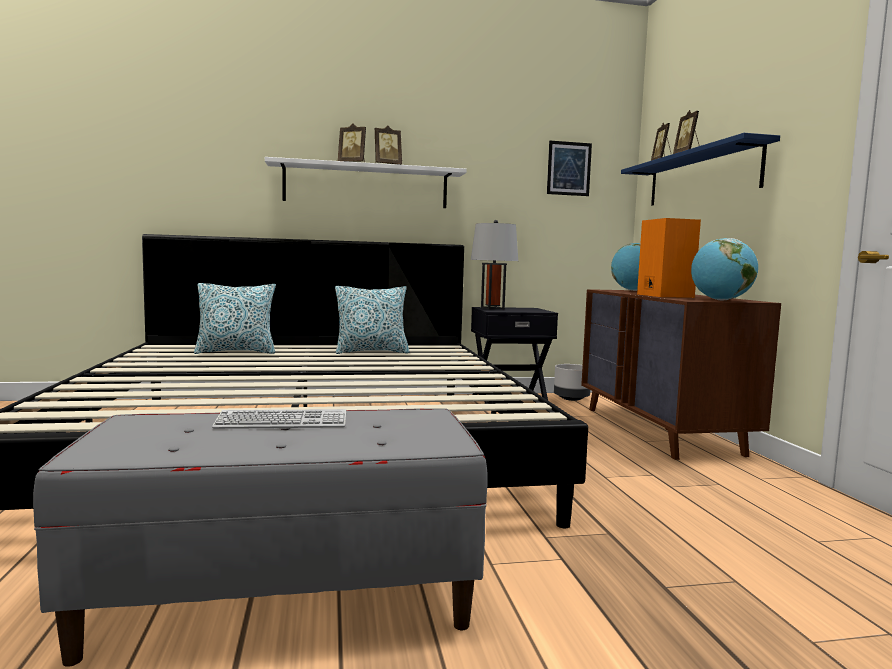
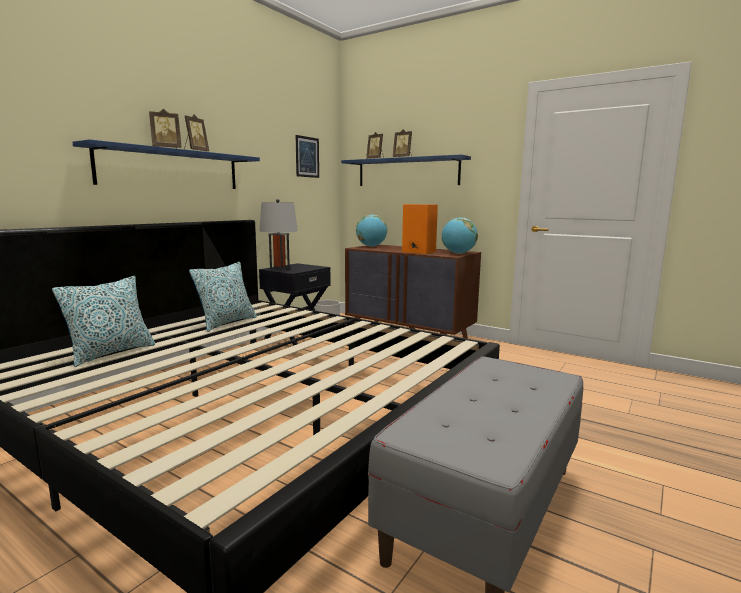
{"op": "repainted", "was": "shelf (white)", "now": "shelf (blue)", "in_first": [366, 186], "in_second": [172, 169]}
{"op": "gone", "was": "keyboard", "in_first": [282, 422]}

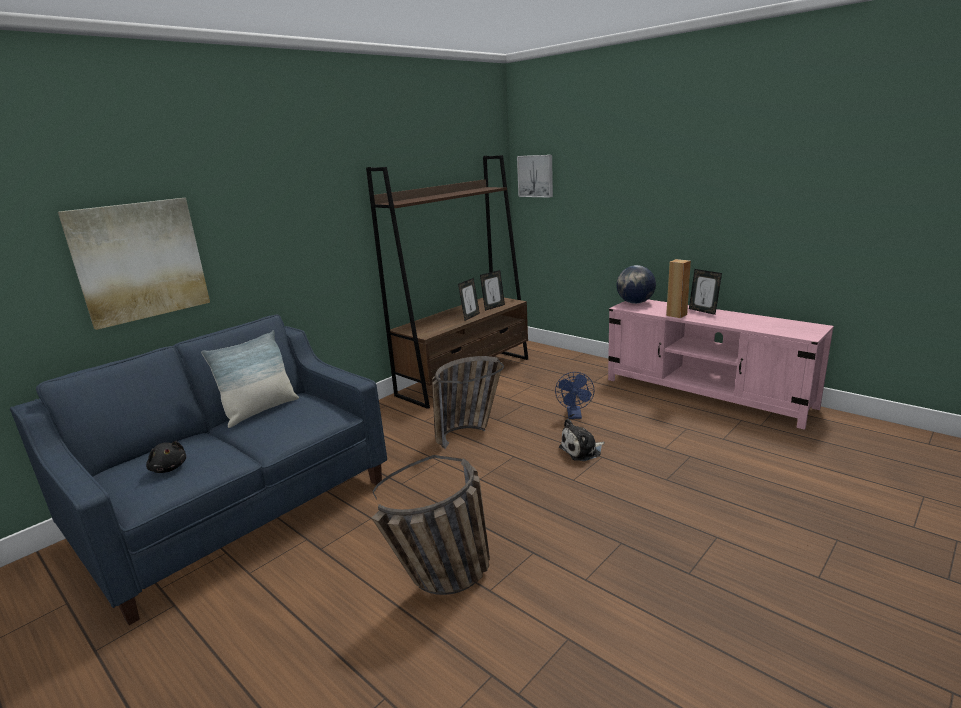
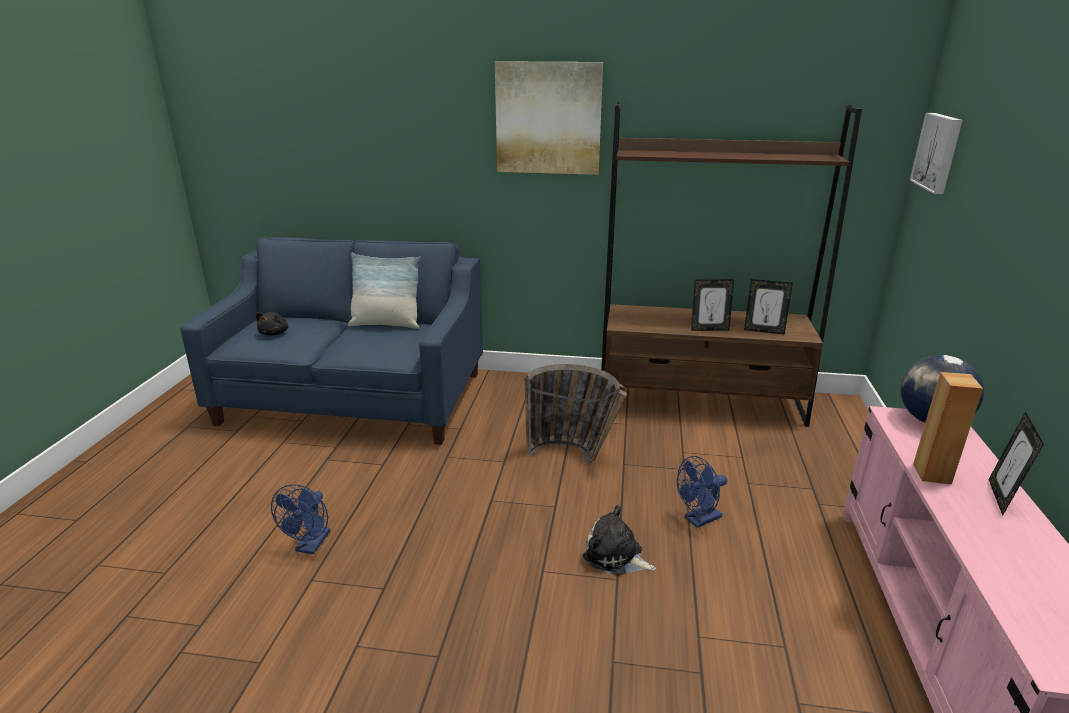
{"op": "shifted", "was": "picture", "in_first": [139, 261], "in_second": [548, 118]}
{"op": "swapped", "was": "basket", "now": "fan (blue)", "in_first": [443, 583], "in_second": [310, 546]}

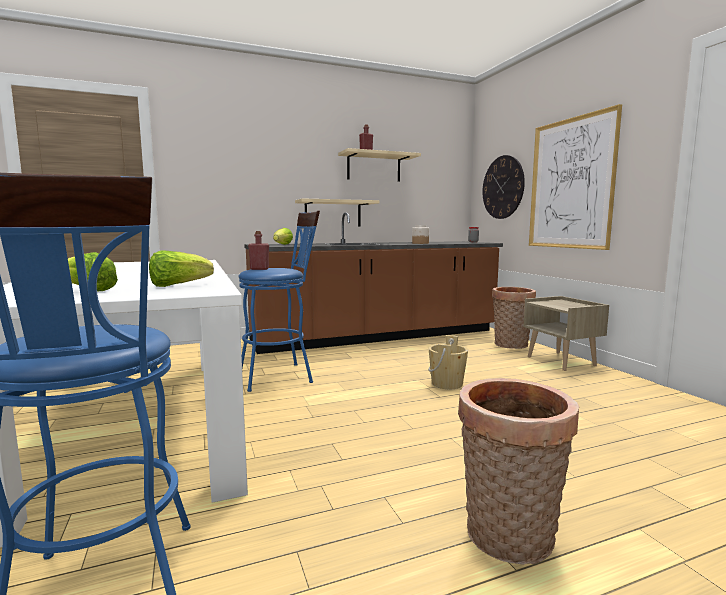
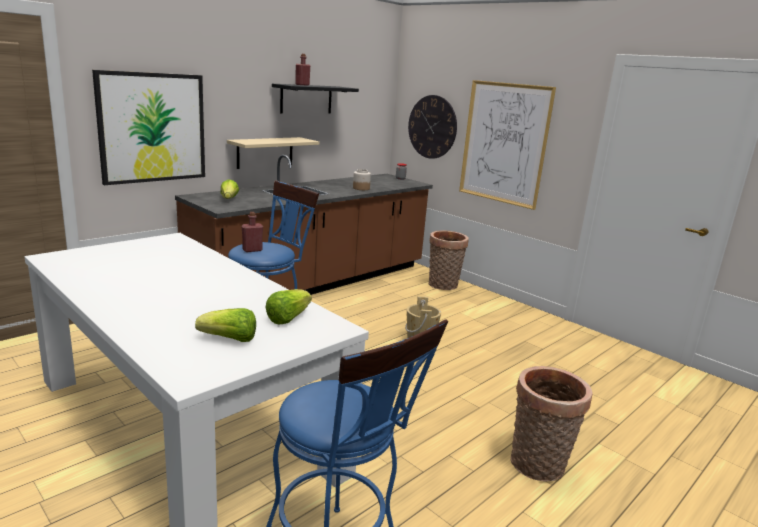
{"op": "repainted", "was": "shelf (beige)", "now": "shelf (black)", "in_first": [374, 167], "in_second": [306, 99]}
{"op": "gone", "was": "nightstand (beige)", "in_first": [562, 361]}
{"op": "new", "now": "picture", "in_second": [152, 128]}

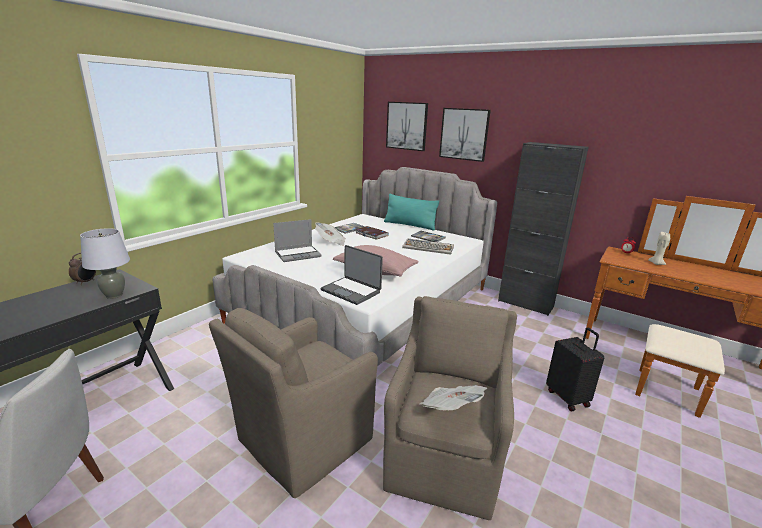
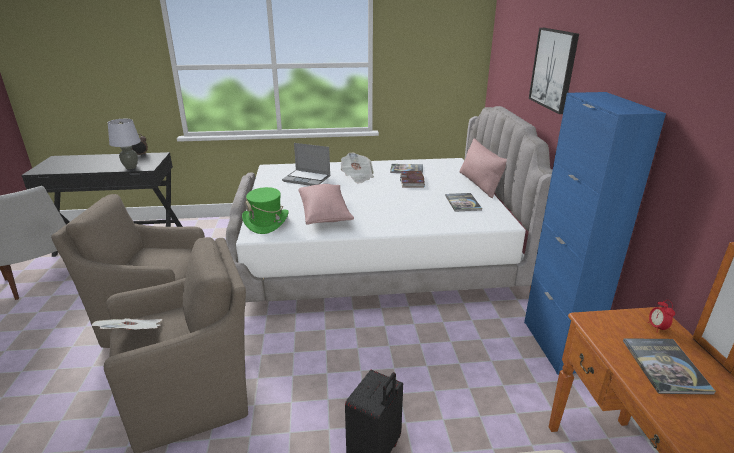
{"op": "gone", "was": "picture", "in_first": [407, 126]}
{"op": "repainted", "was": "cabinet (black)", "now": "cabinet (blue)", "in_first": [525, 304], "in_second": [556, 345]}
{"op": "repainted", "was": "pillow (turquoise)", "now": "pillow (pink)", "in_first": [410, 225], "in_second": [479, 184]}
{"op": "swapped", "was": "candle (beige)", "now": "book", "in_first": [656, 263], "in_second": [665, 366]}
{"op": "gone", "was": "keyboard", "in_first": [428, 247]}
{"op": "swapped", "was": "laptop", "now": "hat (green)", "in_first": [351, 291], "in_second": [266, 222]}

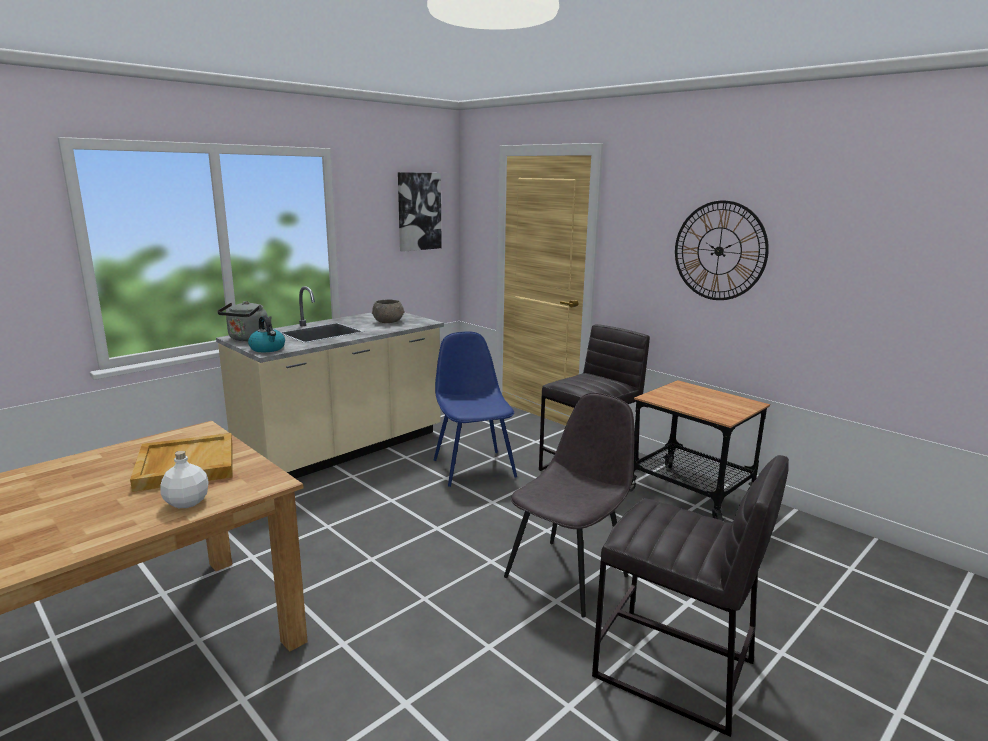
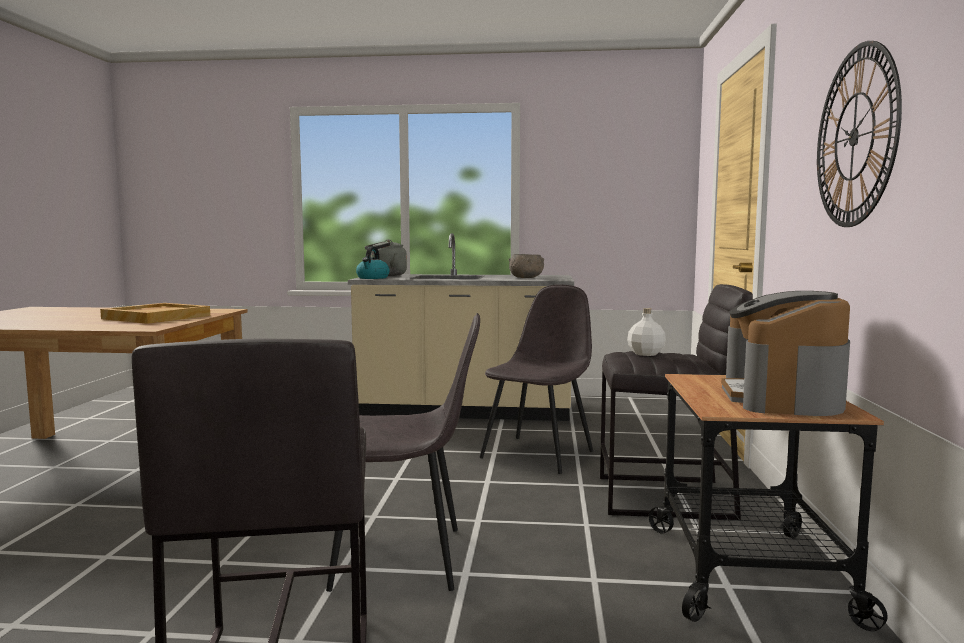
{"op": "gone", "was": "picture", "in_first": [418, 211]}
{"op": "repainted", "was": "chair (blue)", "now": "chair (grey)", "in_first": [473, 467], "in_second": [539, 454]}
{"op": "shifted", "was": "bottle (white)", "in_first": [187, 502], "in_second": [645, 354]}
{"op": "new", "now": "coffee machine", "in_second": [781, 397]}

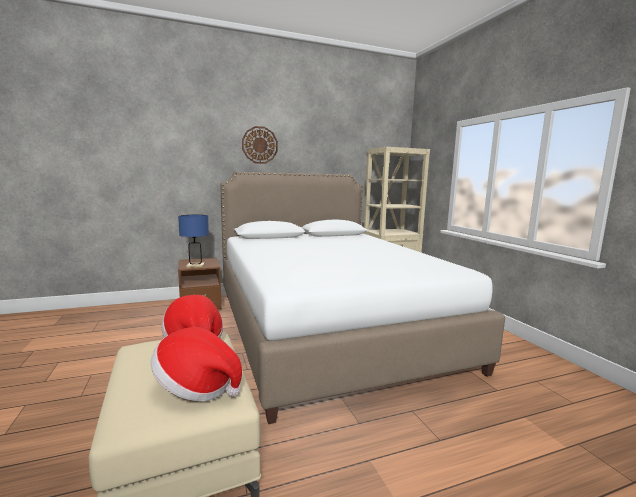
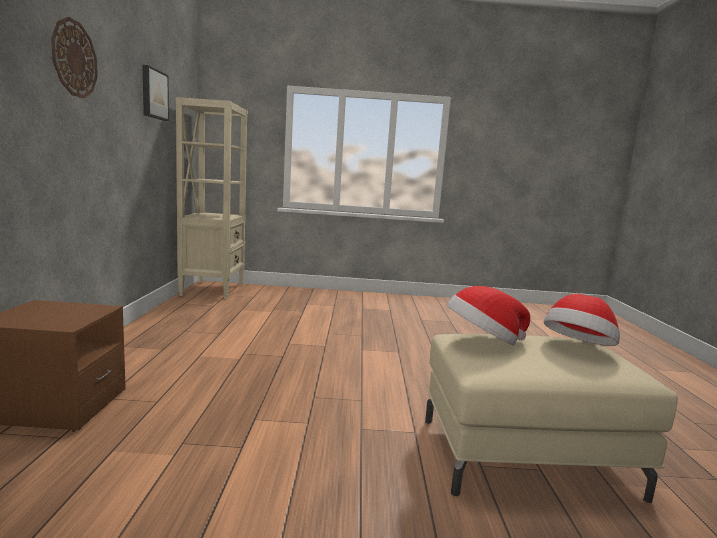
{"op": "gone", "was": "bed (white)", "in_first": [327, 326]}
{"op": "gone", "was": "table lamp (blue)", "in_first": [195, 265]}
{"op": "new", "now": "picture", "in_second": [153, 94]}

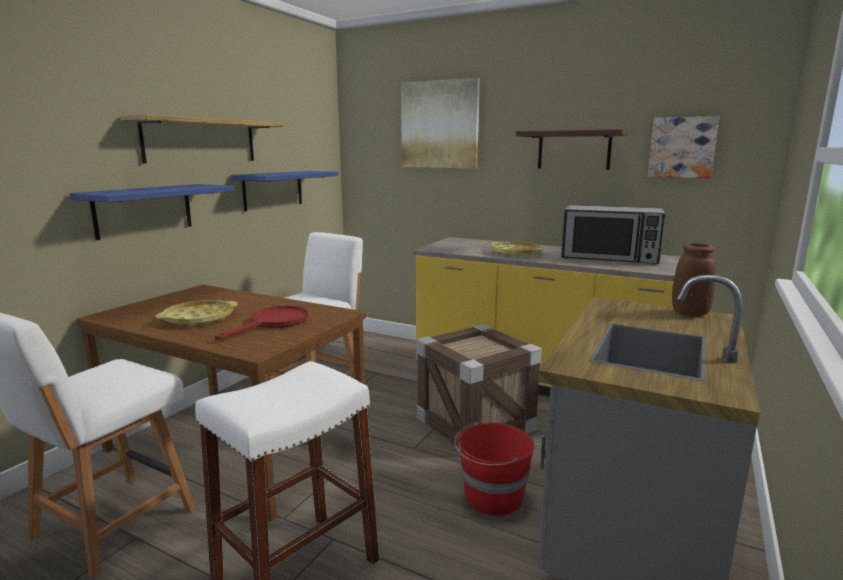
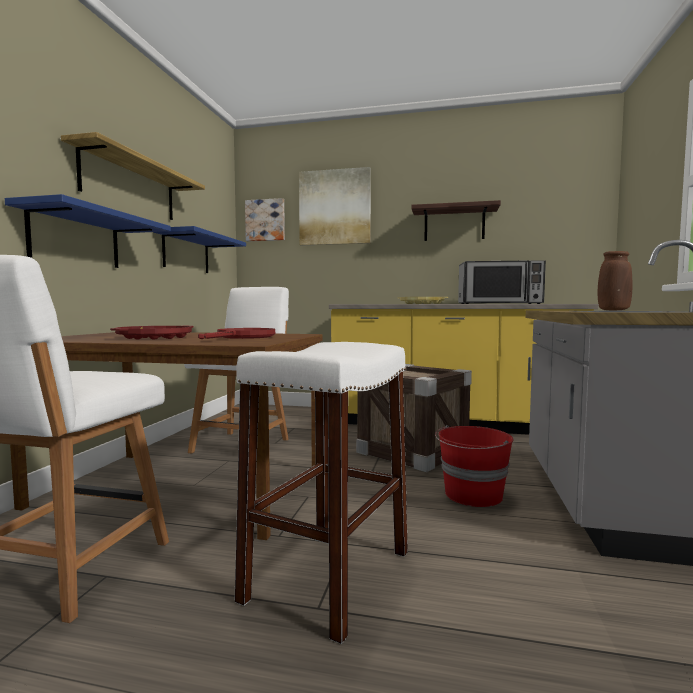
{"op": "shifted", "was": "picture", "in_first": [682, 147], "in_second": [265, 220]}
{"op": "repainted", "was": "tray (yellow)", "now": "tray (red)", "in_first": [199, 318], "in_second": [154, 338]}

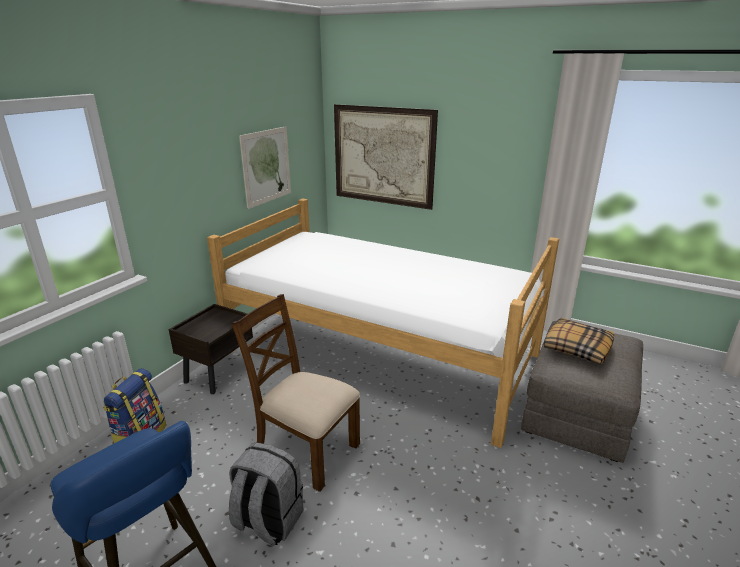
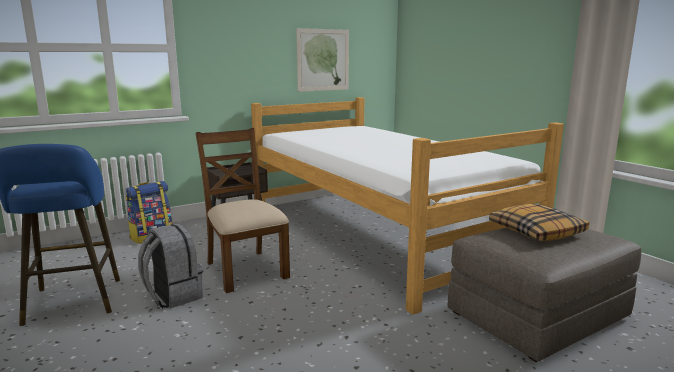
{"op": "gone", "was": "picture", "in_first": [383, 156]}

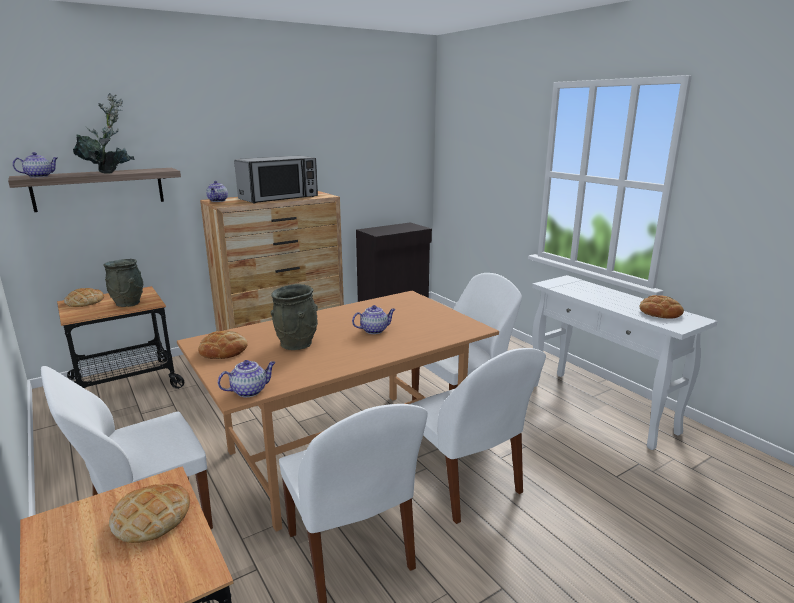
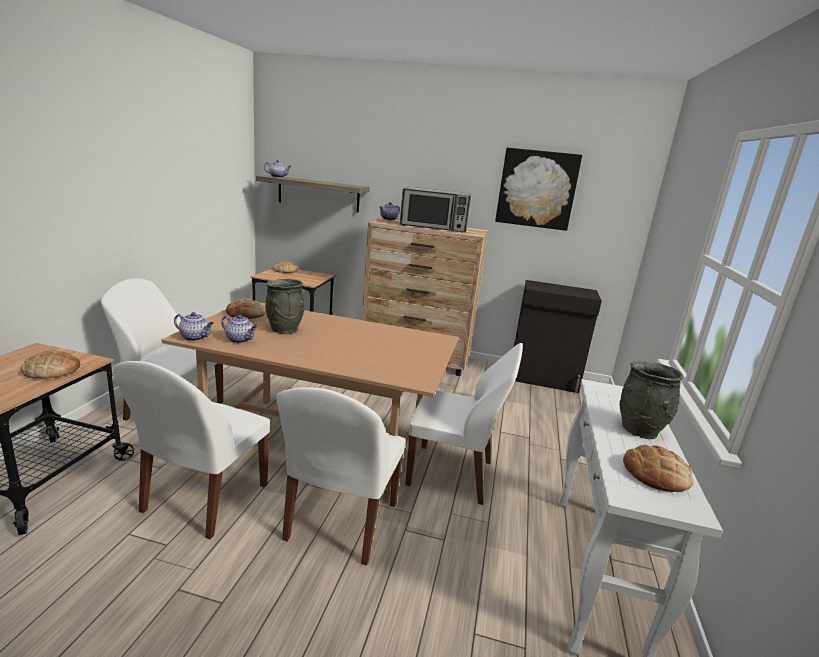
{"op": "gone", "was": "potted plant", "in_first": [110, 172]}
{"op": "shifted", "was": "vase (grey)", "in_first": [128, 303], "in_second": [640, 430]}
{"op": "shifted", "was": "teapot", "in_first": [374, 330], "in_second": [240, 340]}
{"op": "new", "now": "picture", "in_second": [537, 189]}

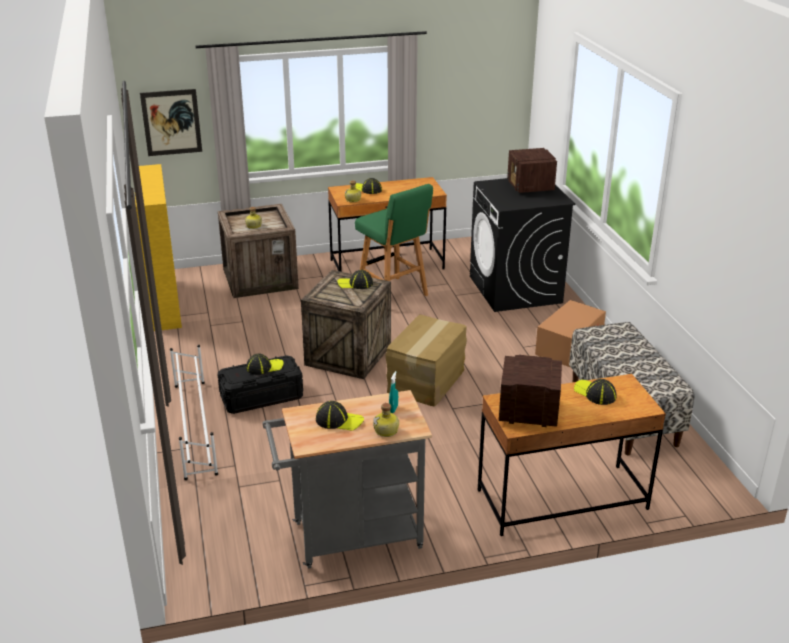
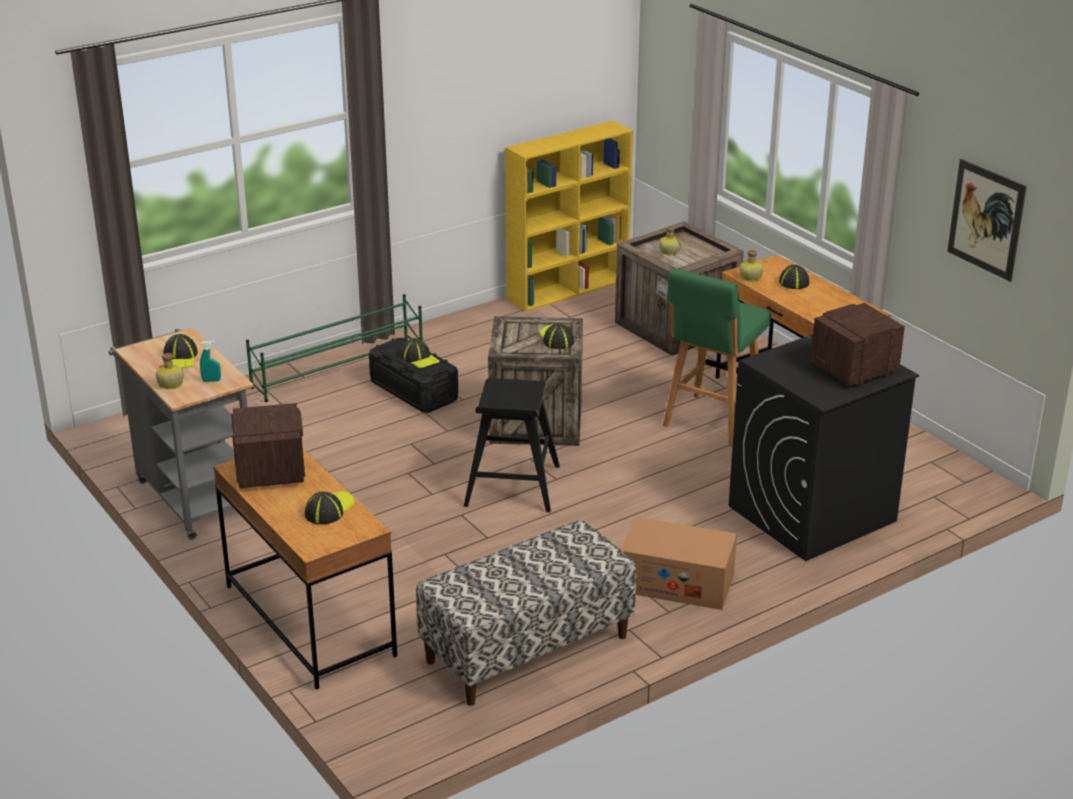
{"op": "shifted", "was": "picture", "in_first": [171, 122], "in_second": [986, 219]}
{"op": "swapped", "was": "cardboard box", "now": "stool (black)", "in_first": [427, 381], "in_second": [512, 486]}
{"op": "repainted", "was": "shoe rack (white)", "now": "shoe rack (green)", "in_first": [195, 427], "in_second": [339, 370]}

